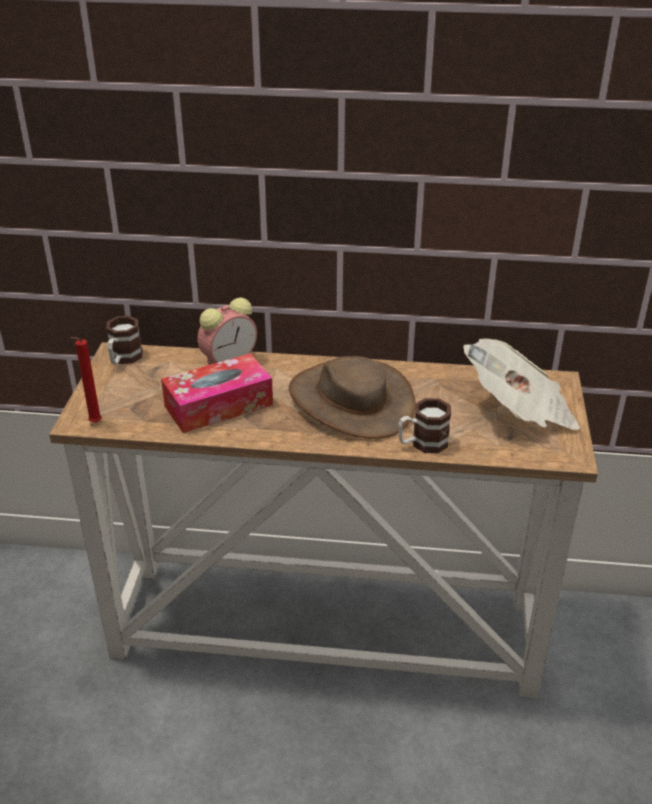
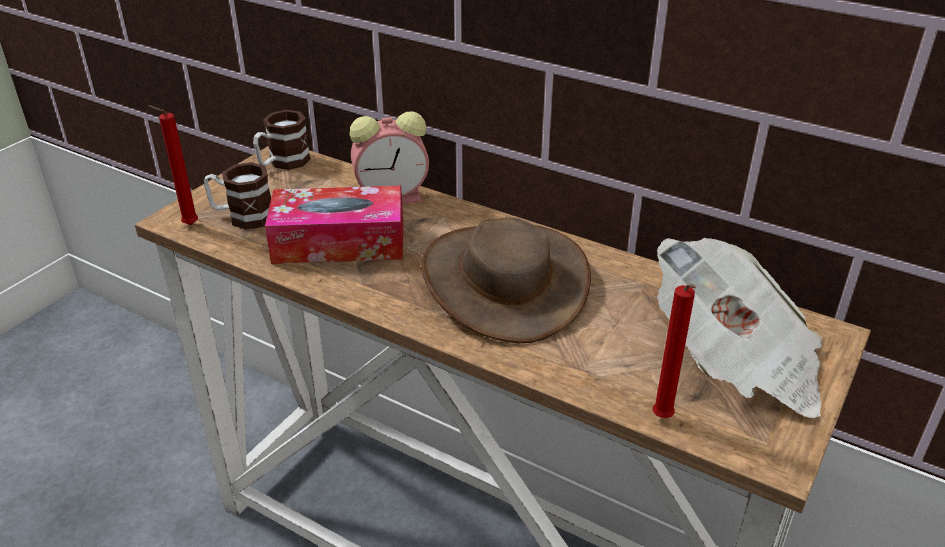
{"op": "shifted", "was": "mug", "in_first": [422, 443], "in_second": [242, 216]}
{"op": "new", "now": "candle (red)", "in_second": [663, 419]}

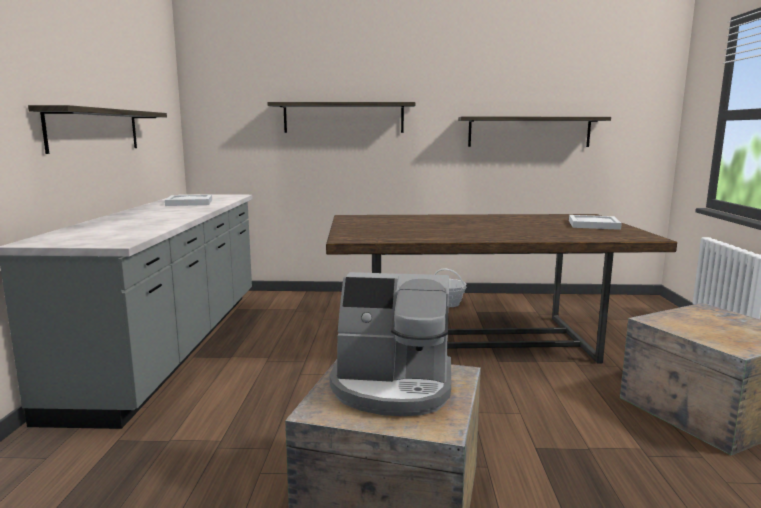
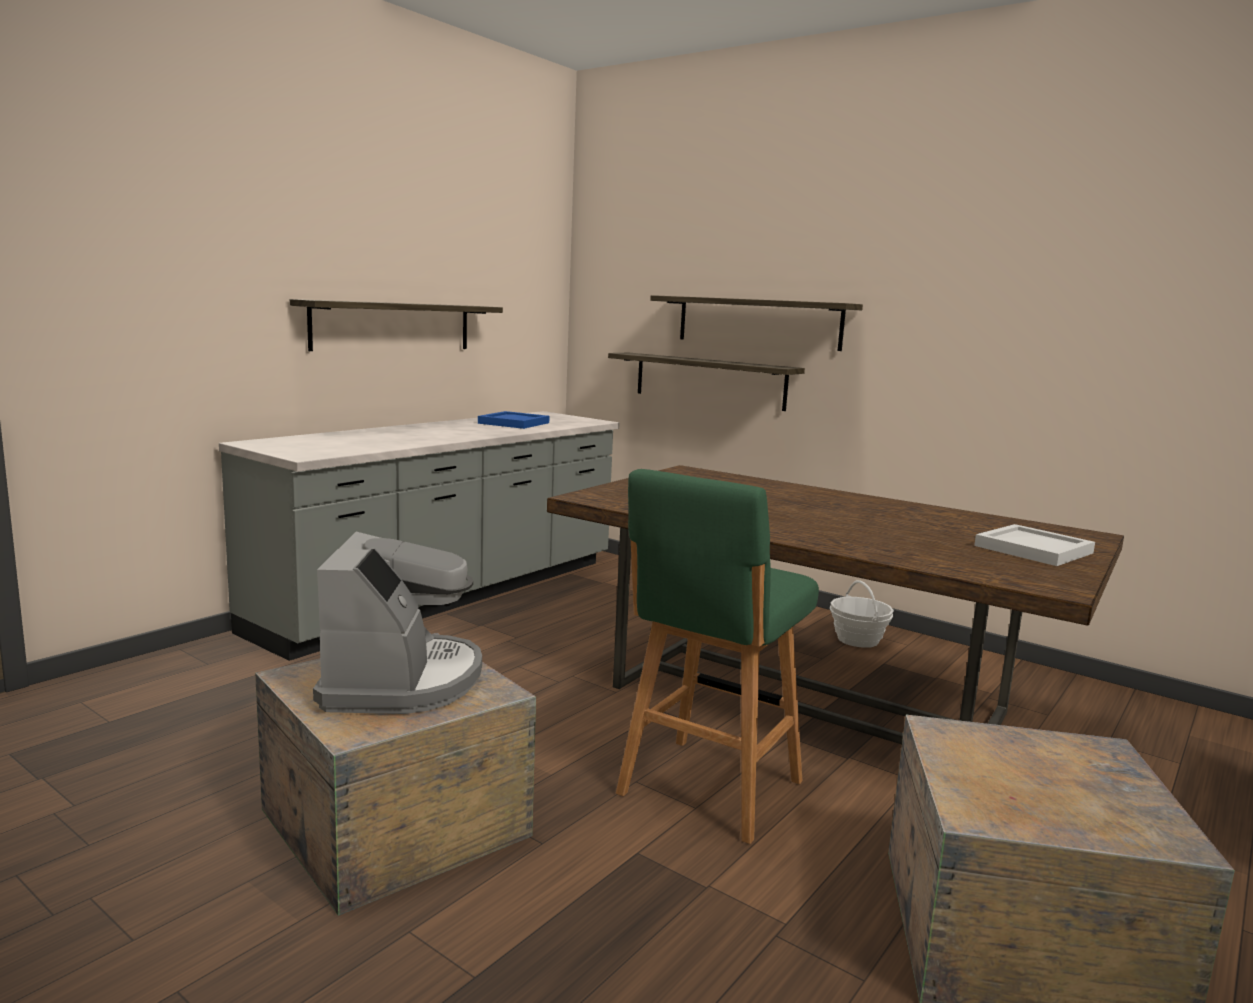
{"op": "shifted", "was": "shelf", "in_first": [529, 132], "in_second": [709, 380]}
{"op": "repainted", "was": "tray (white)", "now": "tray (blue)", "in_first": [189, 202], "in_second": [513, 423]}
{"op": "rotated", "was": "coffee machine", "in_first": [392, 387], "in_second": [401, 680], "clockwise": -135}
{"op": "new", "now": "stool (green)", "in_second": [707, 790]}

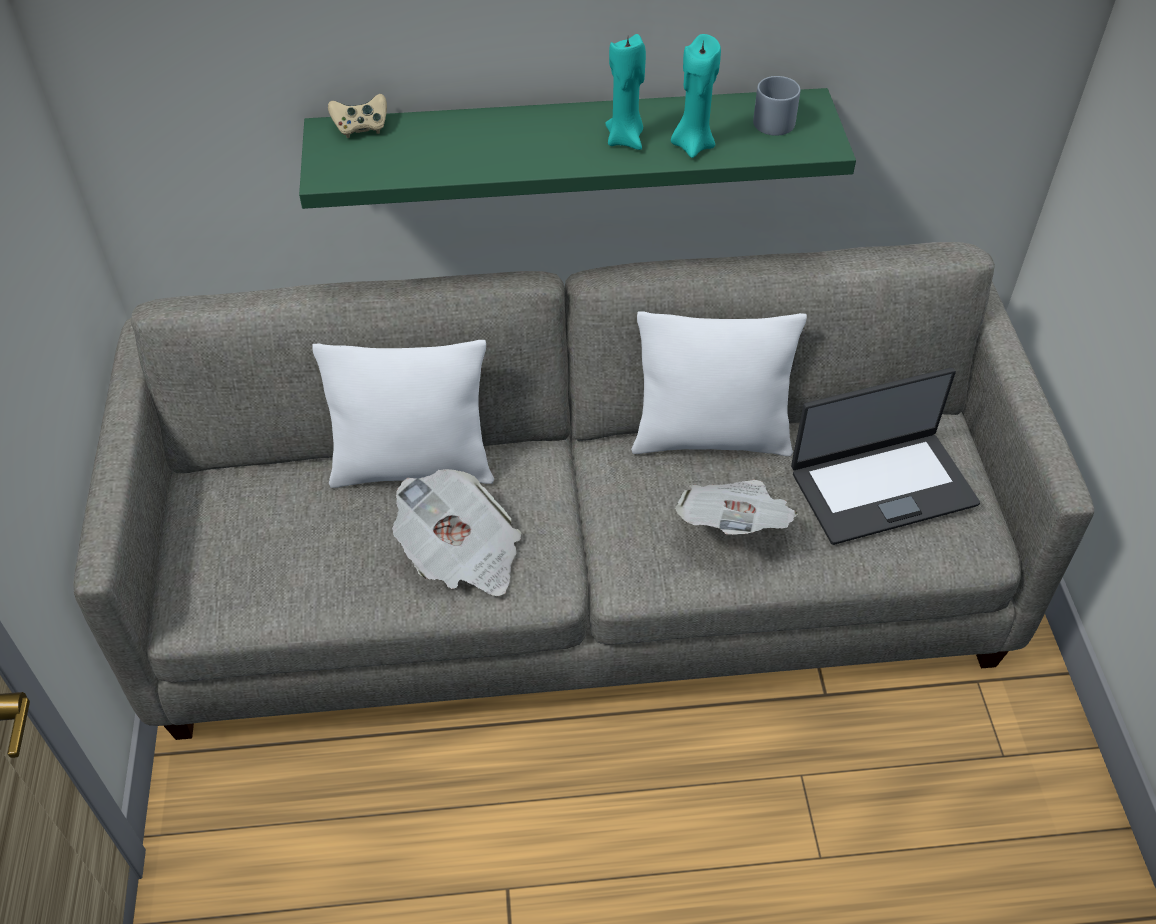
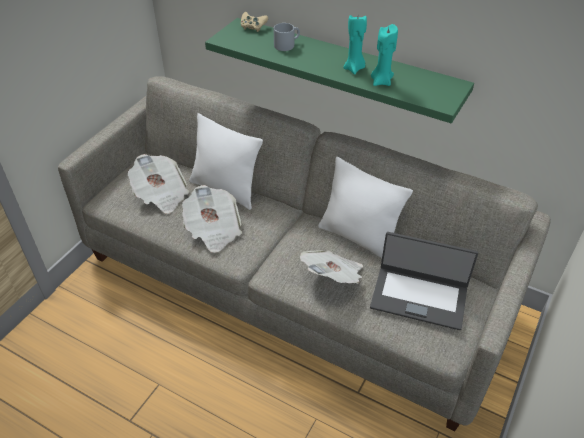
{"op": "shifted", "was": "mug (grey)", "in_first": [775, 119], "in_second": [287, 44]}
{"op": "new", "now": "newspaper", "in_second": [161, 195]}

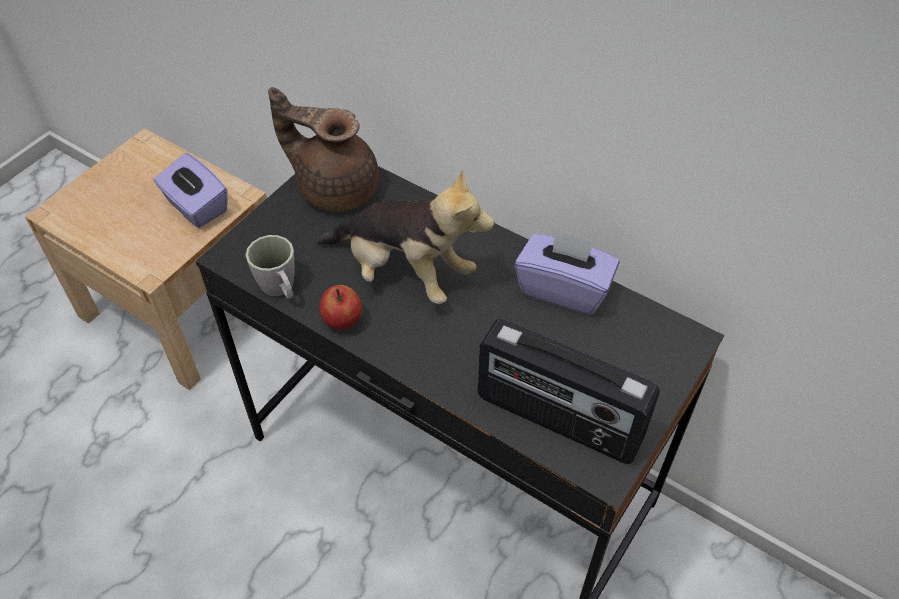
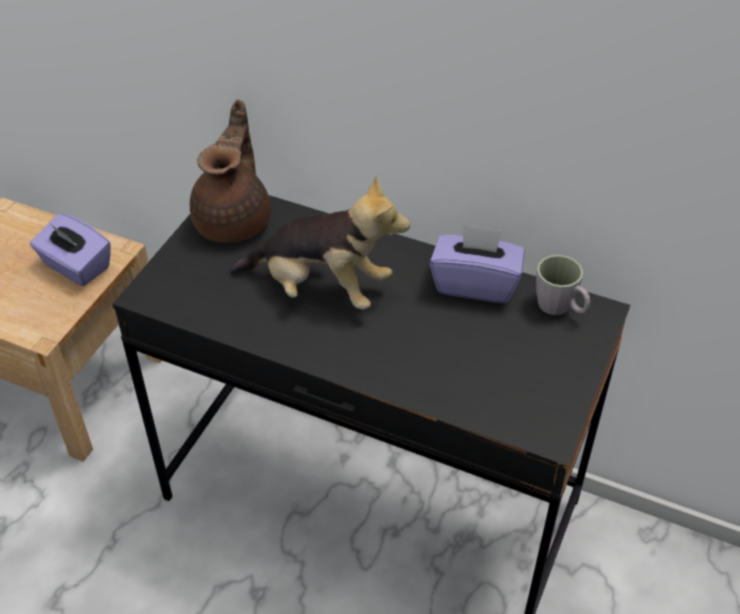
{"op": "rotated", "was": "teapot (brown)", "in_first": [335, 187], "in_second": [235, 220], "clockwise": 90}
{"op": "shifted", "was": "mug (grey)", "in_first": [280, 289], "in_second": [560, 308]}
{"op": "gone", "was": "apple", "in_first": [342, 321]}
{"op": "gone", "was": "radio", "in_first": [557, 419]}

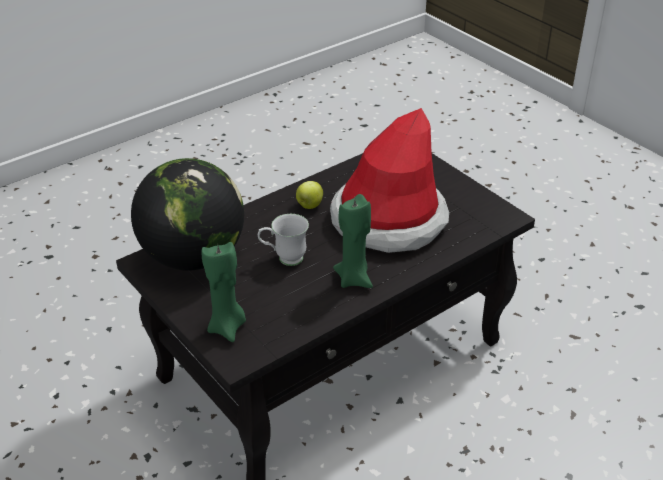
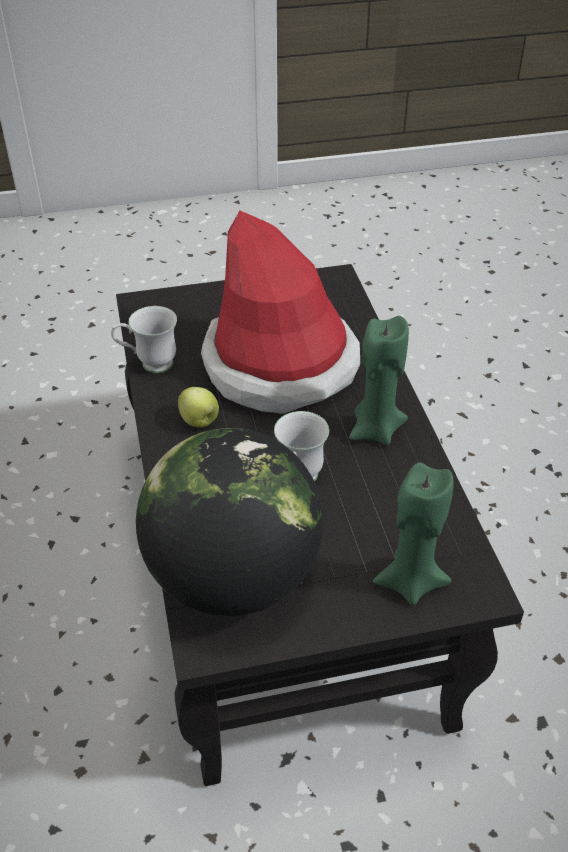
{"op": "new", "now": "mug (white)", "in_second": [149, 364]}

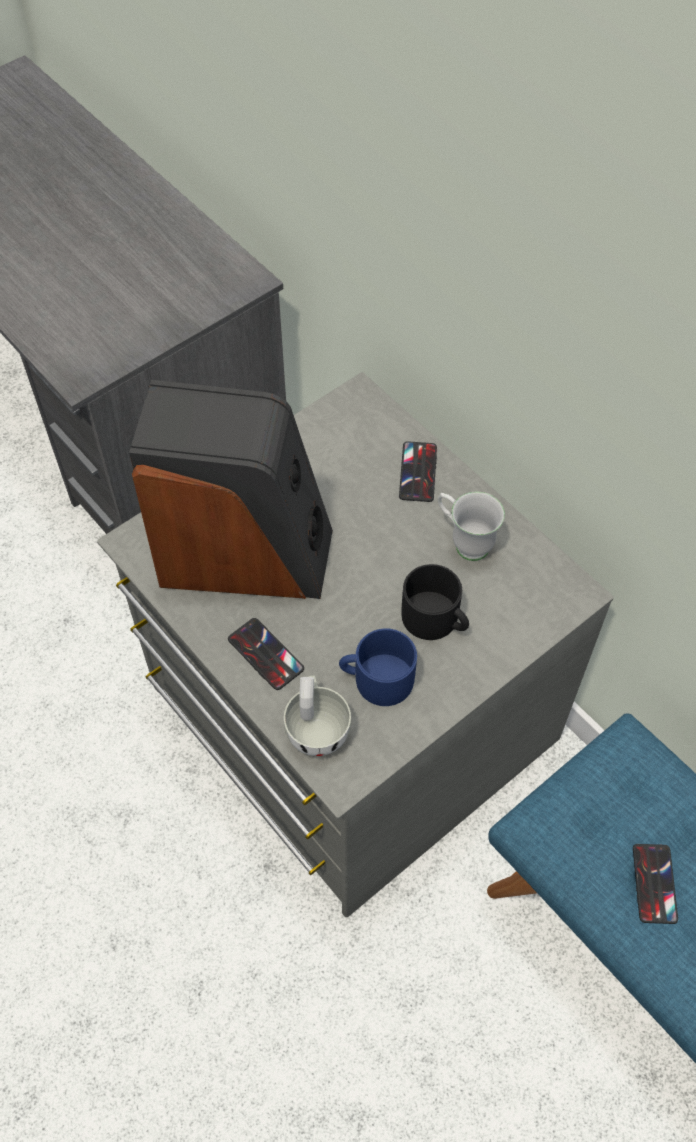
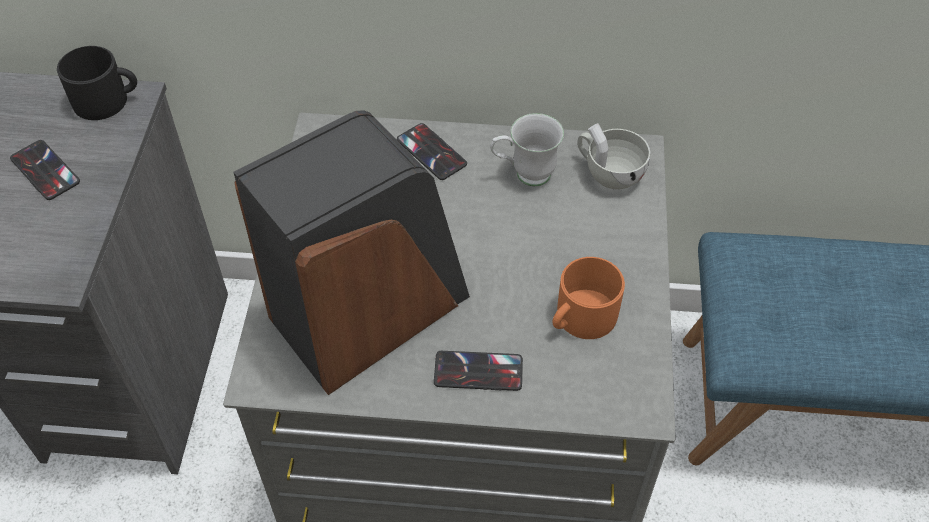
{"op": "shifted", "was": "mug (black)", "in_first": [436, 619], "in_second": [107, 100]}
{"op": "repainted", "was": "mug (blue)", "now": "mug (orange)", "in_first": [376, 679], "in_second": [580, 318]}
{"op": "shifted", "was": "cup (white)", "in_first": [317, 726], "in_second": [608, 172]}
{"op": "shifted", "was": "phone", "in_first": [654, 883], "in_second": [45, 170]}

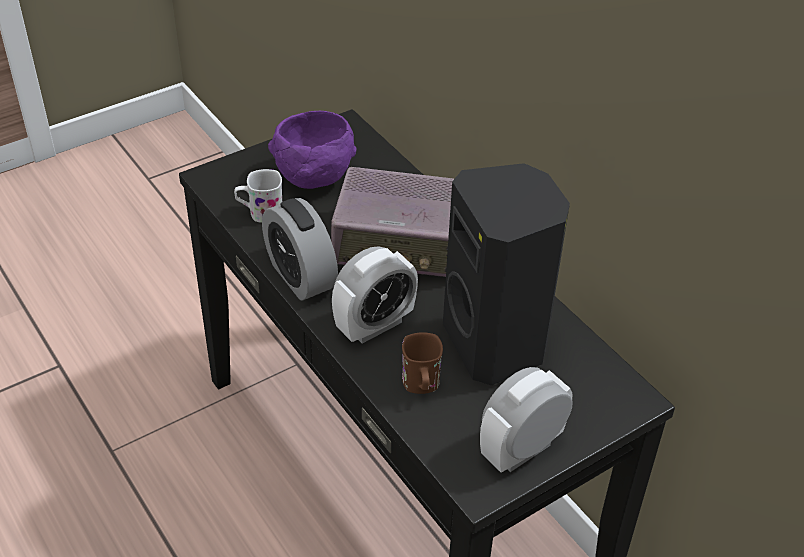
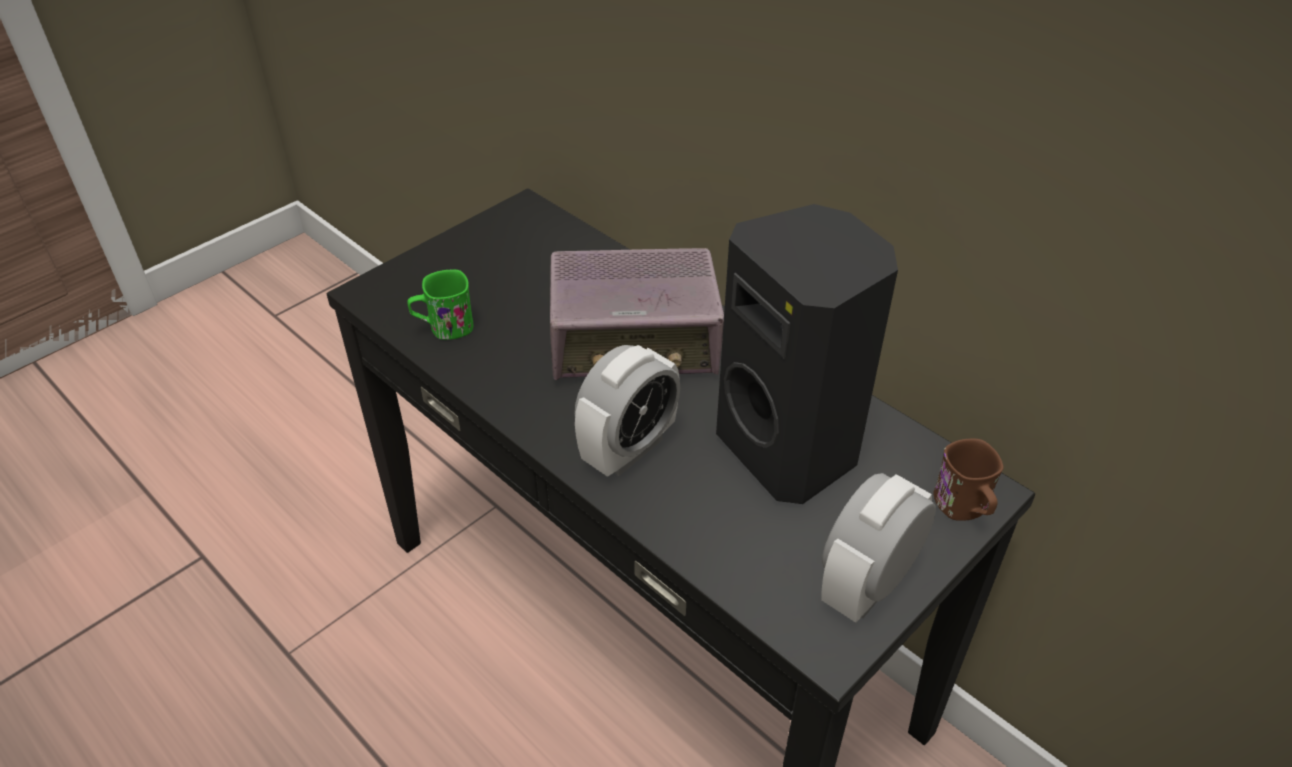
{"op": "gone", "was": "bowl (purple)", "in_first": [315, 177]}
{"op": "repainted", "was": "mug (white)", "now": "mug (green)", "in_first": [260, 213], "in_second": [444, 328]}
{"op": "gone", "was": "alarm clock", "in_first": [300, 276]}
{"op": "shifted", "was": "mug (brown)", "in_first": [421, 385], "in_second": [964, 509]}

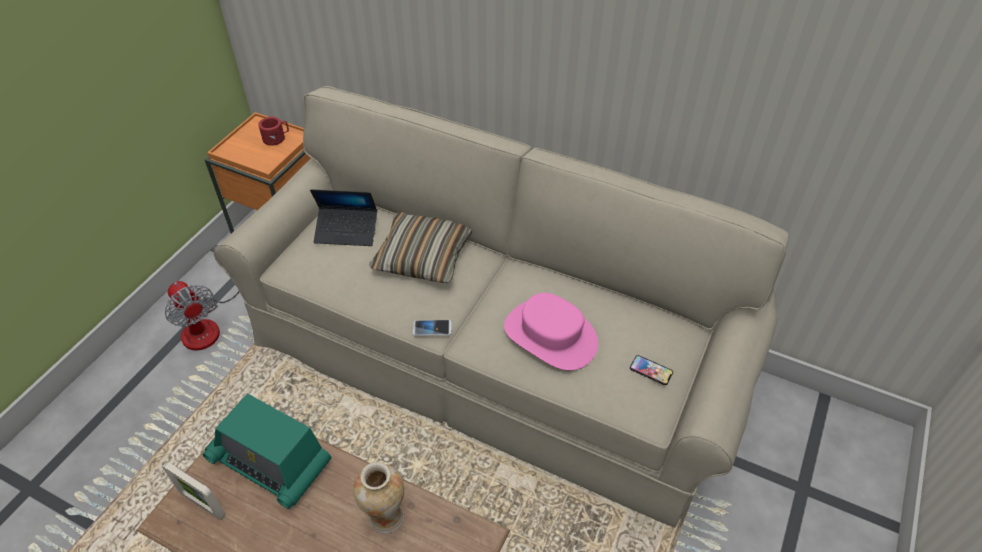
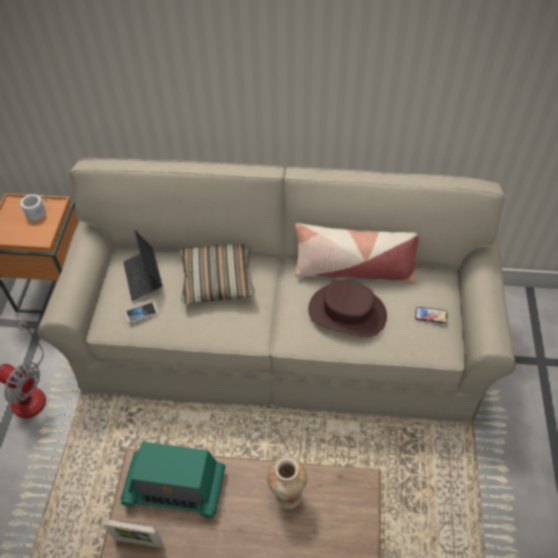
{"op": "repainted", "was": "mug (red)", "now": "mug (white)", "in_first": [276, 138], "in_second": [38, 212]}
{"op": "rotated", "was": "laptop", "in_first": [347, 231], "in_second": [143, 277], "clockwise": 90}
{"op": "repainted", "was": "hat (pink)", "now": "hat (brown)", "in_first": [551, 335], "in_second": [347, 312]}
{"op": "shifted", "was": "phone", "in_first": [432, 328], "in_second": [141, 313]}
{"op": "new", "now": "pillow", "in_second": [354, 269]}

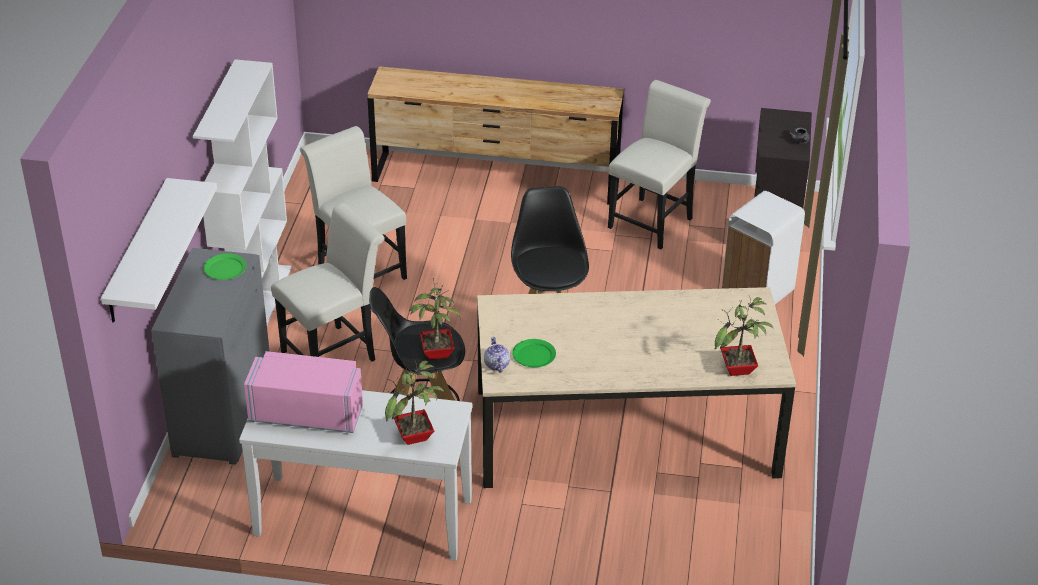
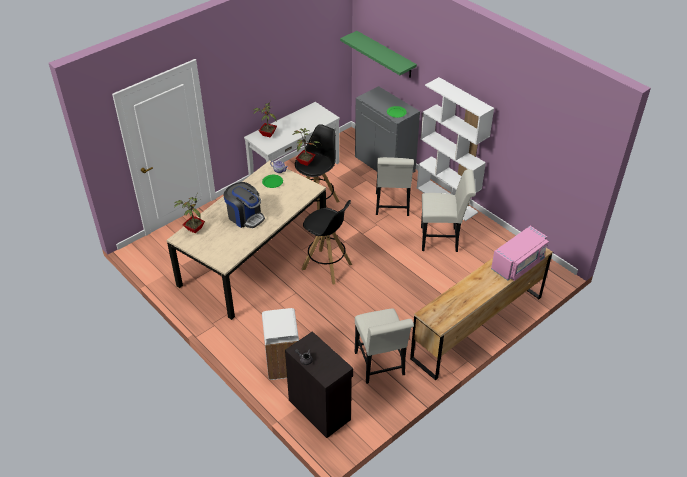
{"op": "repainted", "was": "shelf (white)", "now": "shelf (green)", "in_first": [137, 252], "in_second": [385, 54]}
{"op": "shifted", "was": "microwave (pink)", "in_first": [307, 413], "in_second": [518, 264]}
{"op": "new", "now": "coffee machine", "in_second": [245, 216]}

